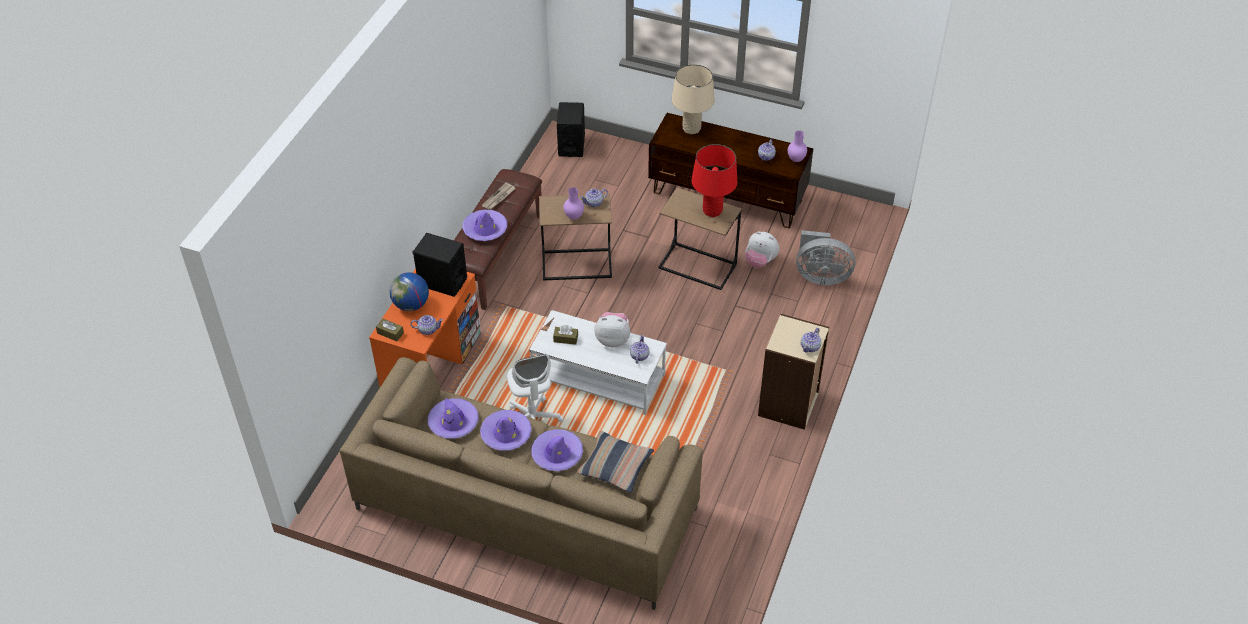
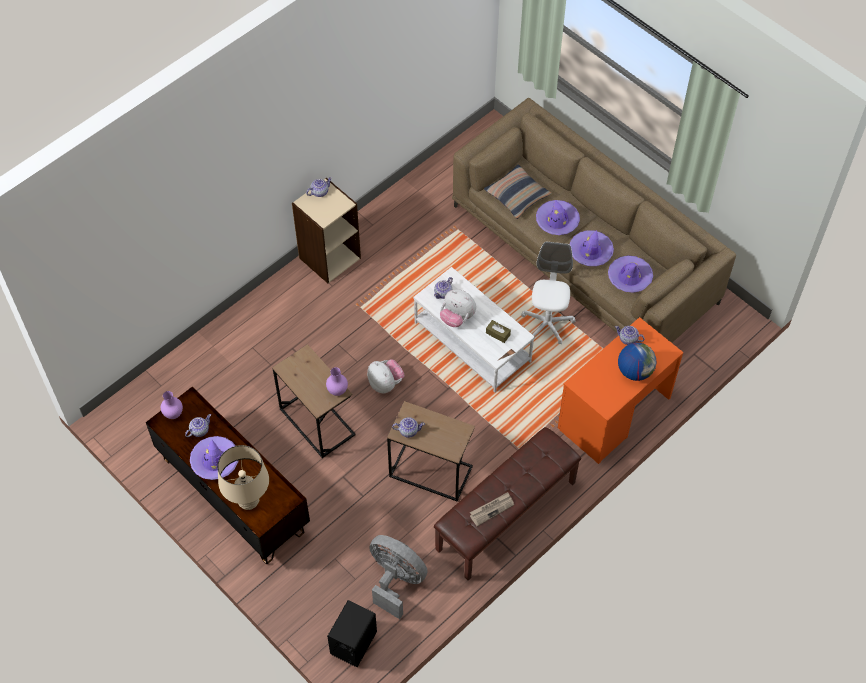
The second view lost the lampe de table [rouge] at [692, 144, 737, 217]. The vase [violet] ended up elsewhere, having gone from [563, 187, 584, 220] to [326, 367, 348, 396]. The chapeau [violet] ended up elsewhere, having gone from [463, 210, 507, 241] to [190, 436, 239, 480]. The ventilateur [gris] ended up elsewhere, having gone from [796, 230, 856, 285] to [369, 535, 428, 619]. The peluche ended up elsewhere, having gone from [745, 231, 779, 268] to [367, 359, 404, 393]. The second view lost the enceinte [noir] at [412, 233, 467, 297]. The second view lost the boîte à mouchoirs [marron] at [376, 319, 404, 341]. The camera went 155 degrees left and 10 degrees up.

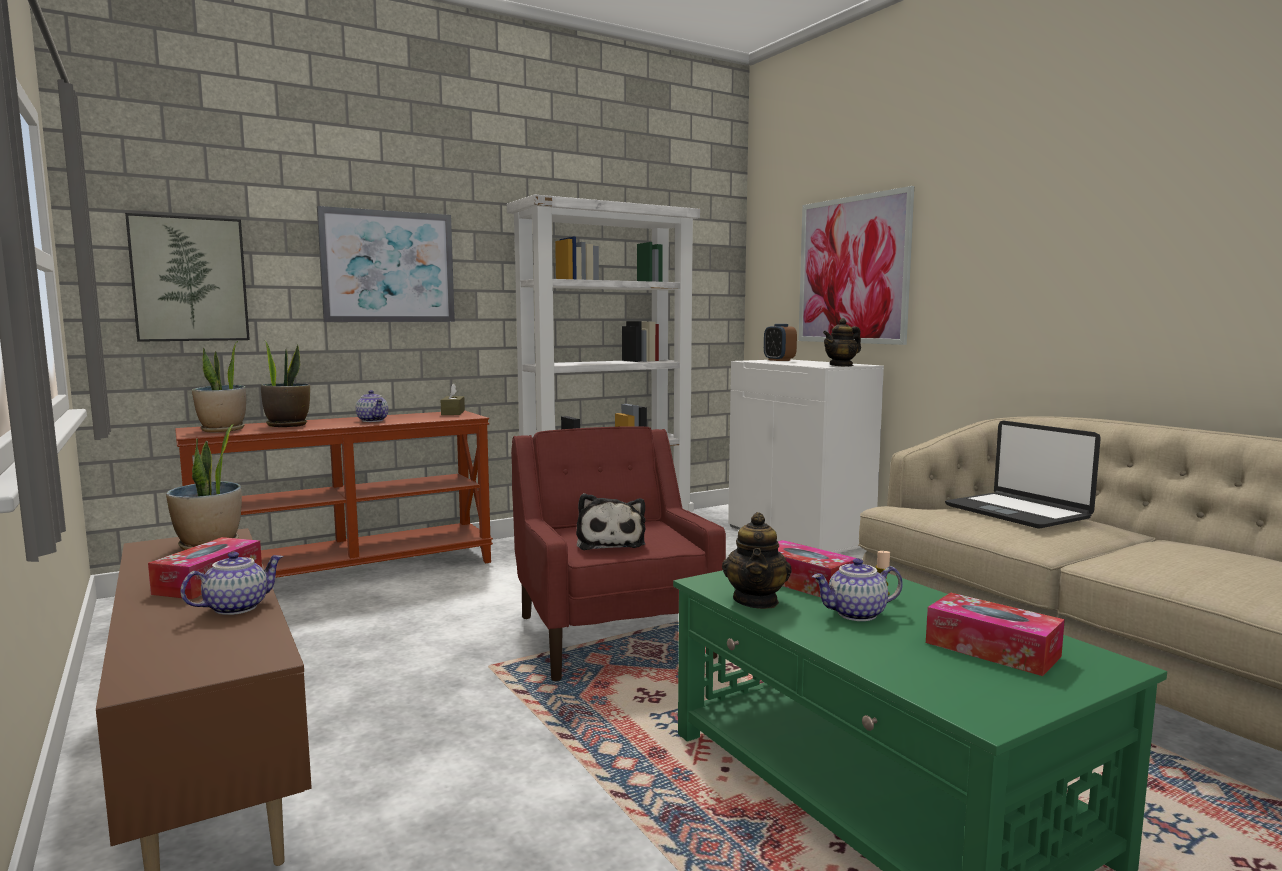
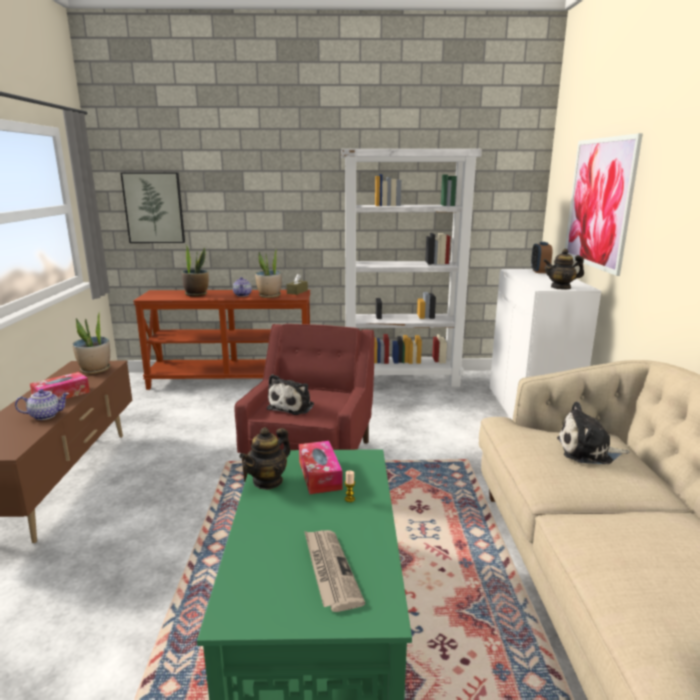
The second view lost the tableau at [317, 206, 455, 322]. The plante en pot ended up elsewhere, having gone from [192, 340, 246, 432] to [255, 247, 282, 298]. Where the ordinateur portable stood at [945, 421, 1101, 529], the peluche came to stand at [557, 402, 629, 464]. The second view lost the théière at [812, 558, 903, 621]. Where the boîte à mouchoirs stood at [926, 592, 1065, 676], the journal came to stand at [304, 530, 365, 612]. The camera went 30 degrees right and 10 degrees up.

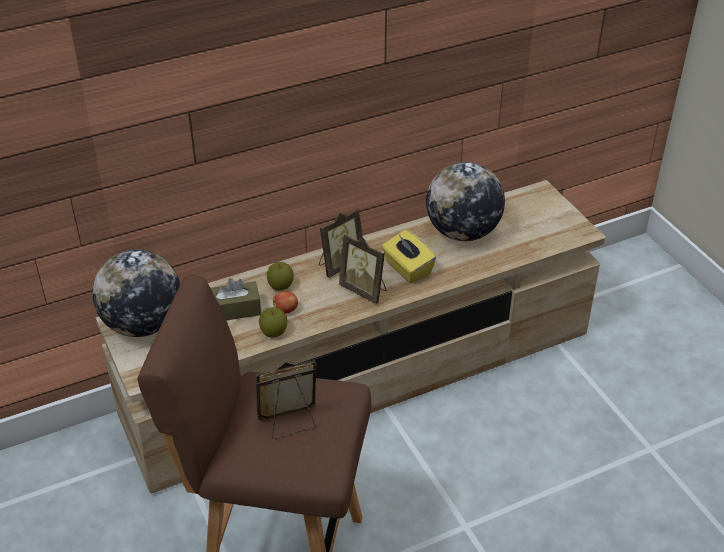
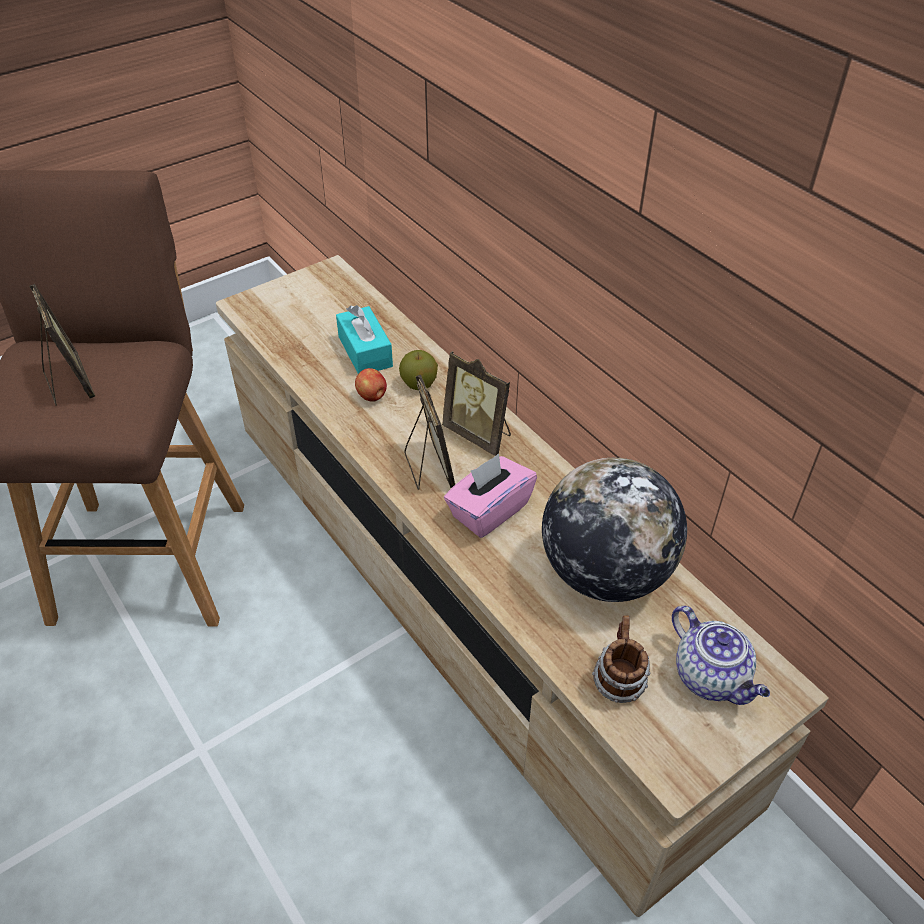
What was the boîte à mouchoirs [jaune] at [382, 230, 436, 283] turned into the boîte à mouchoirs [rose] at [444, 454, 537, 538]. The cadre photo at [339, 233, 386, 304] ended up facing another way, 135 degrees clockwise from before. The second view lost the globe at [92, 249, 180, 337]. What was the boîte à mouchoirs [marron] at [211, 278, 261, 320] turned into the boîte à mouchoirs [turquoise] at [336, 305, 393, 374]. The second view lost the pomme at [259, 308, 287, 337]. The second view gained the théière at [672, 606, 770, 705]. The second view gained the mug at [592, 615, 650, 703]. The camera went 80 degrees right and 5 degrees up.

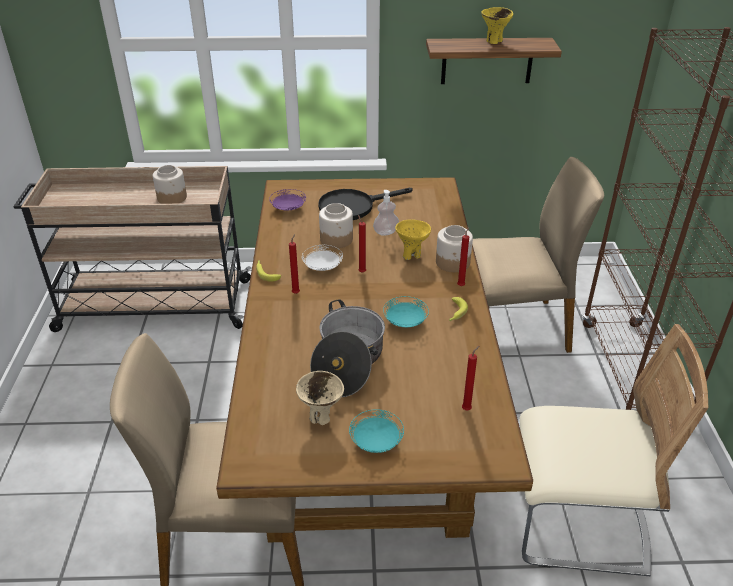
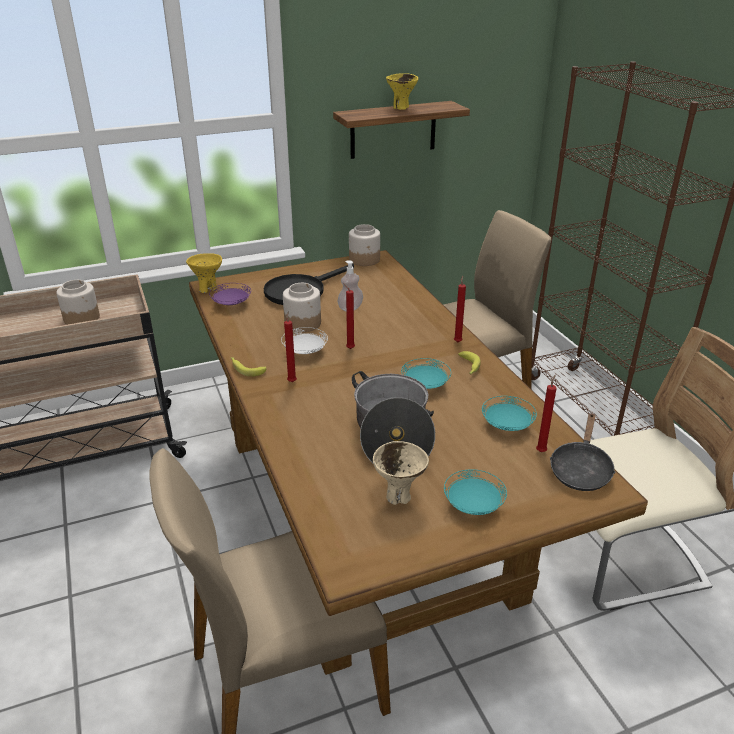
The bol [jaune] ended up elsewhere, having gone from [395, 219, 431, 260] to [186, 253, 222, 293]. The bocal ended up elsewhere, having gone from [436, 225, 473, 272] to [349, 224, 380, 266]. The second view gained the assiette [turquoise] at [482, 396, 537, 431]. The second view gained the poêle [noir] at [550, 413, 615, 491]. The camera went 20 degrees left and 5 degrees down.

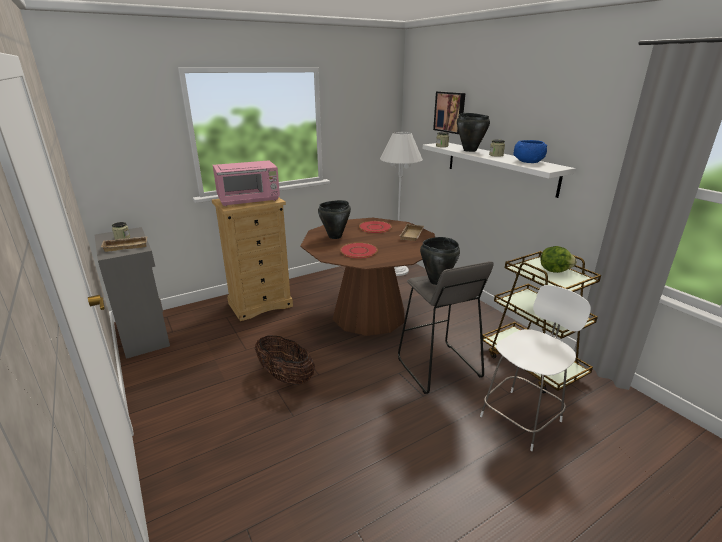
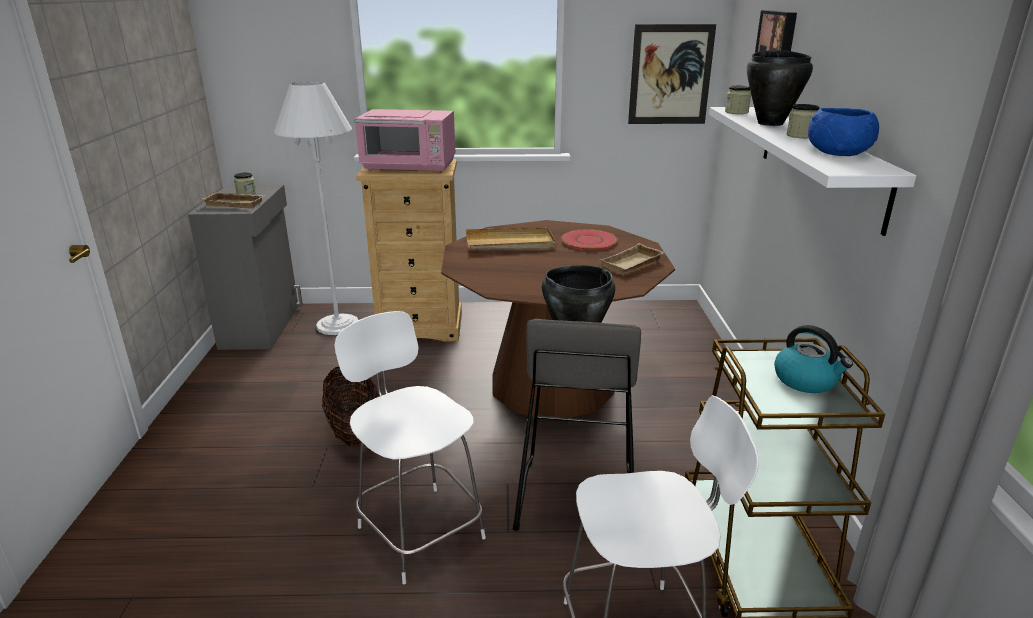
The lampadaire [blanc] ended up elsewhere, having gone from [380, 132, 423, 276] to [274, 81, 358, 335]. Where the marmite [noir] stood at [318, 200, 351, 239], the plateau [beige] came to stand at [466, 228, 556, 249]. The second view lost the assiette [rouge] at [340, 243, 378, 258]. Where the laitue stood at [540, 246, 577, 273], the bouilloire came to stand at [774, 325, 853, 393]. The second view gained the tableau at [628, 24, 716, 124]. The second view gained the chaise [blanc] at [335, 311, 486, 584]. The camera went 30 degrees right and 0 degrees up.

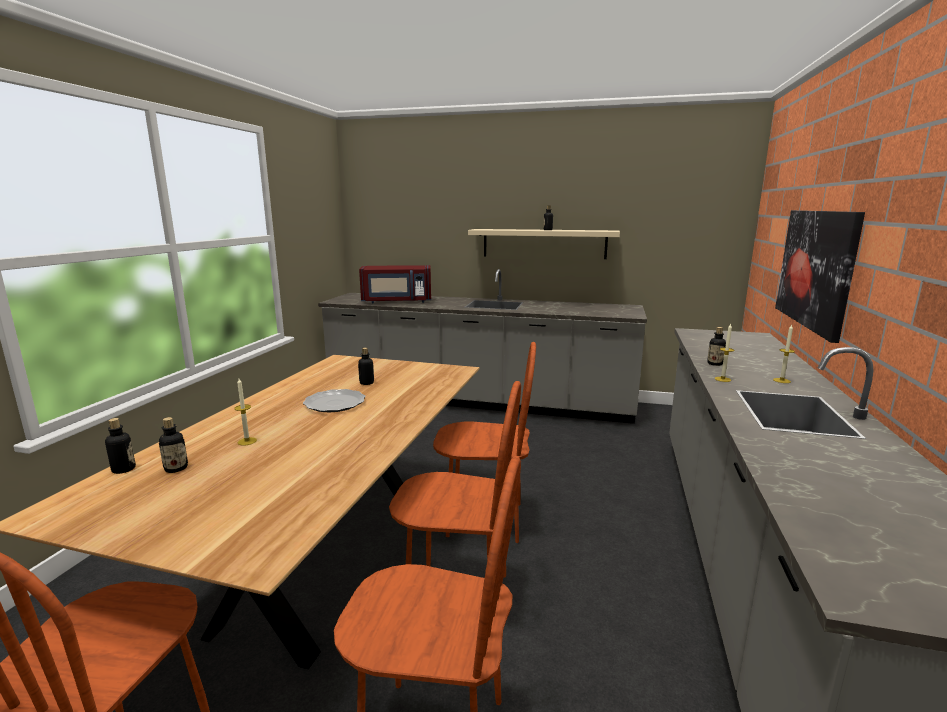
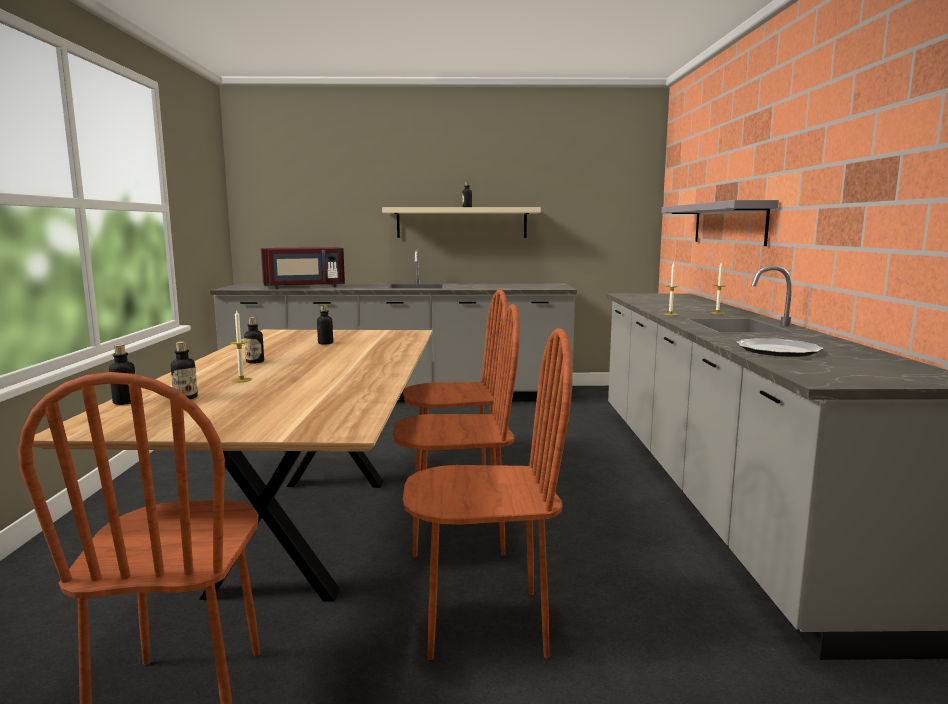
Where the tableau hung at [775, 210, 865, 343], the étagère [gris] came to hang at [661, 200, 779, 246]. The bouteille ended up elsewhere, having gone from [707, 327, 726, 366] to [244, 317, 264, 363]. The assiette ended up elsewhere, having gone from [303, 389, 366, 412] to [736, 338, 823, 357]. The camera went 15 degrees left and 5 degrees down.

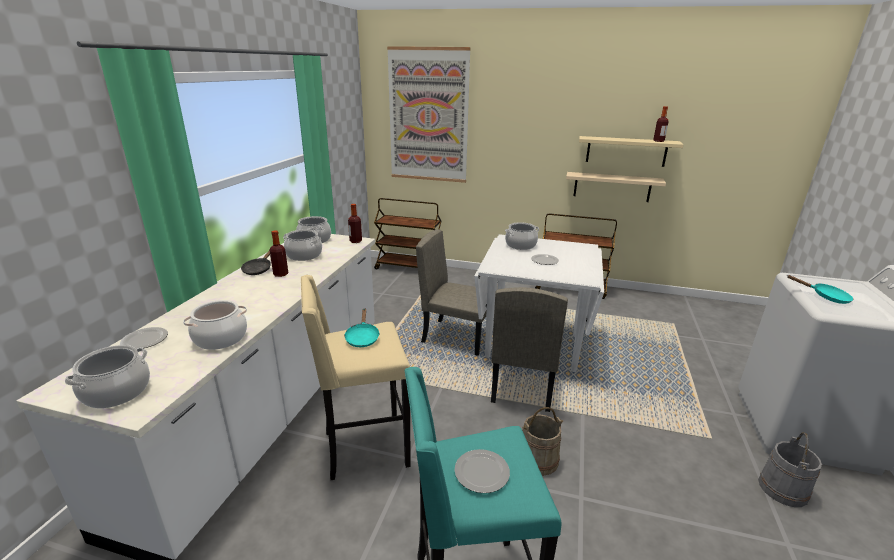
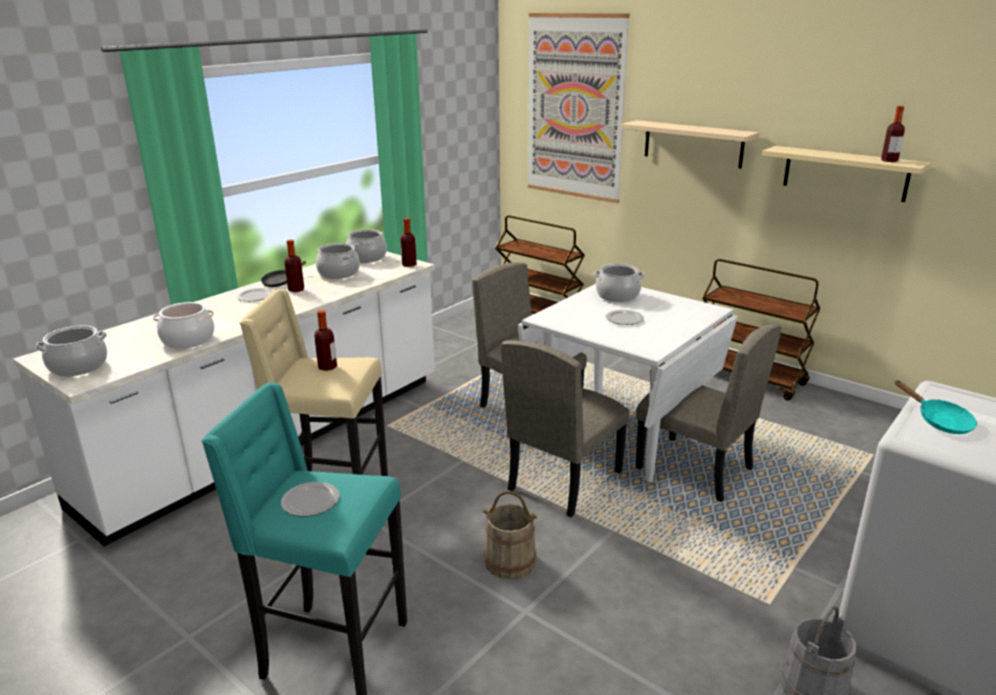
The étagère [beige] ended up elsewhere, having gone from [566, 172, 666, 202] to [621, 120, 759, 168]. Where the poêle [turquoise] stood at [344, 308, 380, 347], the bouteille came to stand at [314, 310, 337, 371]. The assiette ended up elsewhere, having gone from [120, 327, 168, 349] to [236, 288, 273, 301]. The second view gained the chaise [beige] at [636, 324, 782, 502]. The camera went 25 degrees right and 0 degrees up.

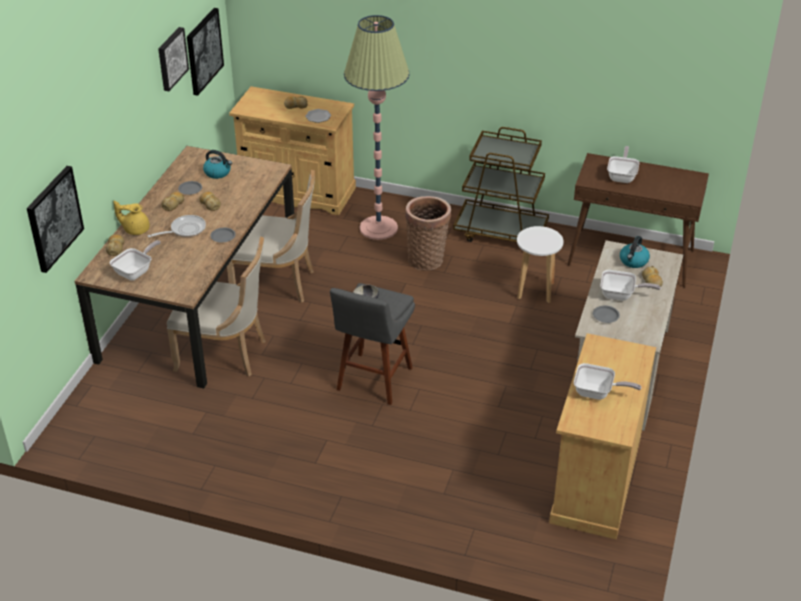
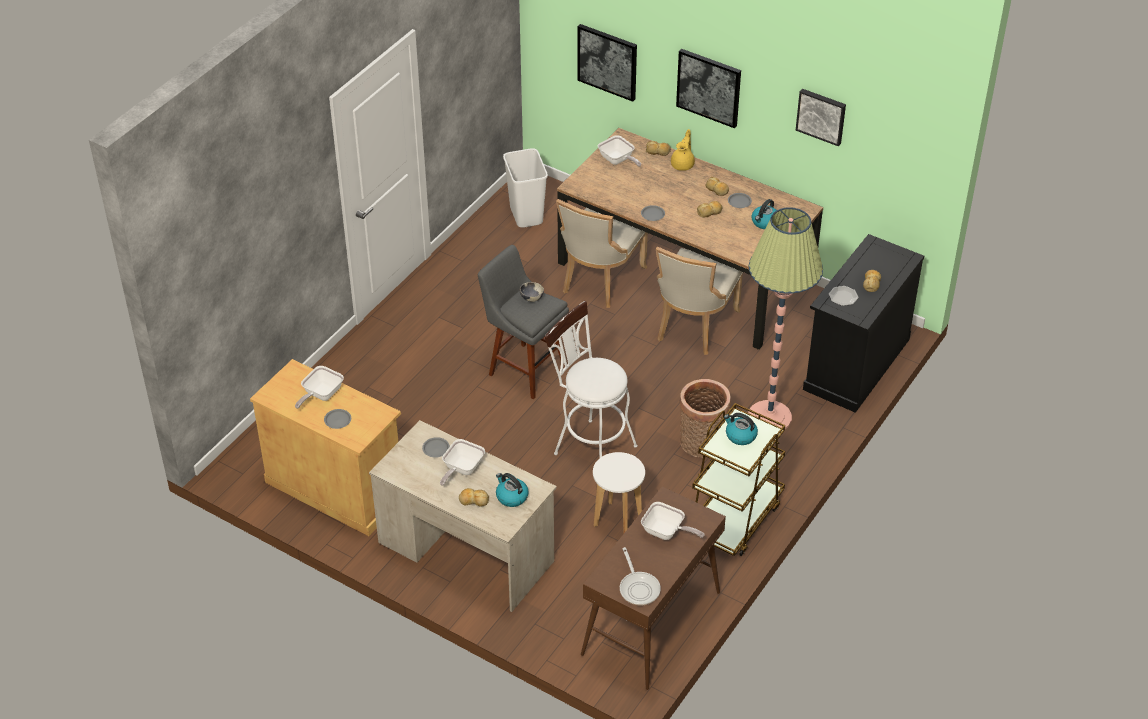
The tableau ended up elsewhere, having gone from [187, 8, 224, 96] to [676, 49, 741, 128]. What was the meuble de rangement [beige] at [229, 86, 356, 215] turned into the meuble de rangement [noir] at [803, 234, 924, 413]. The poêle ended up elsewhere, having gone from [147, 215, 206, 237] to [620, 547, 661, 605]. The second view gained the poubelle [blanc] at [503, 148, 548, 228]. The second view gained the tabouret [blanc] at [544, 301, 637, 458]. The second view gained the assiette [gris] at [324, 409, 351, 429]. The second view gained the bouilloire at [724, 413, 758, 445]. The camera went 105 degrees right and 5 degrees up.

